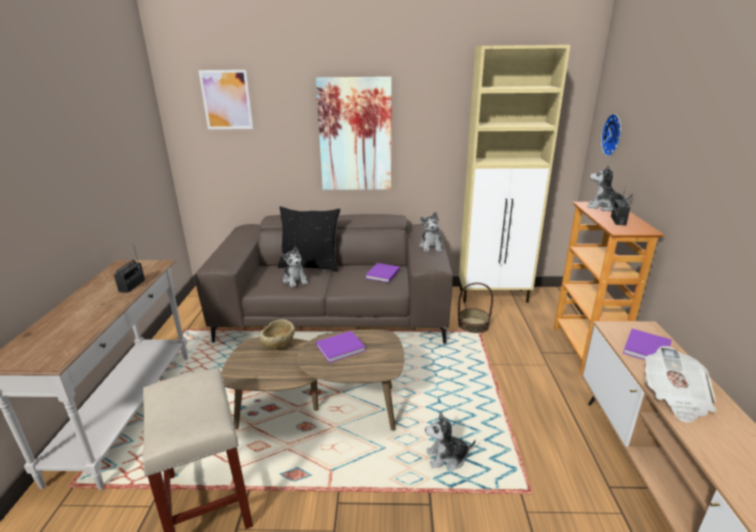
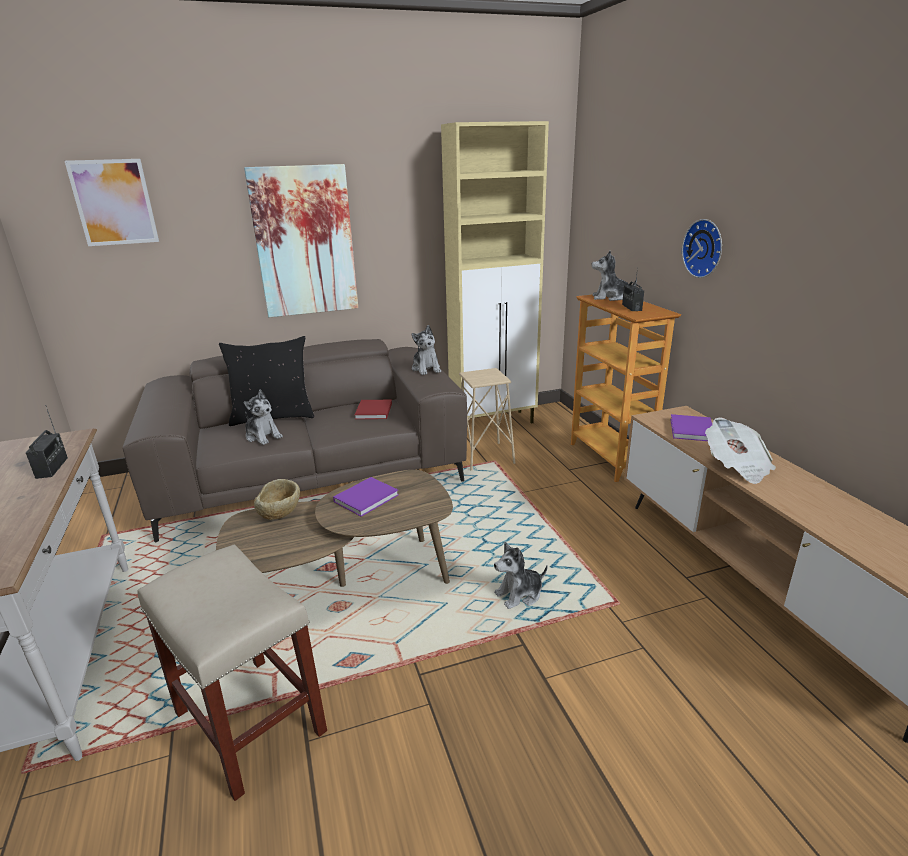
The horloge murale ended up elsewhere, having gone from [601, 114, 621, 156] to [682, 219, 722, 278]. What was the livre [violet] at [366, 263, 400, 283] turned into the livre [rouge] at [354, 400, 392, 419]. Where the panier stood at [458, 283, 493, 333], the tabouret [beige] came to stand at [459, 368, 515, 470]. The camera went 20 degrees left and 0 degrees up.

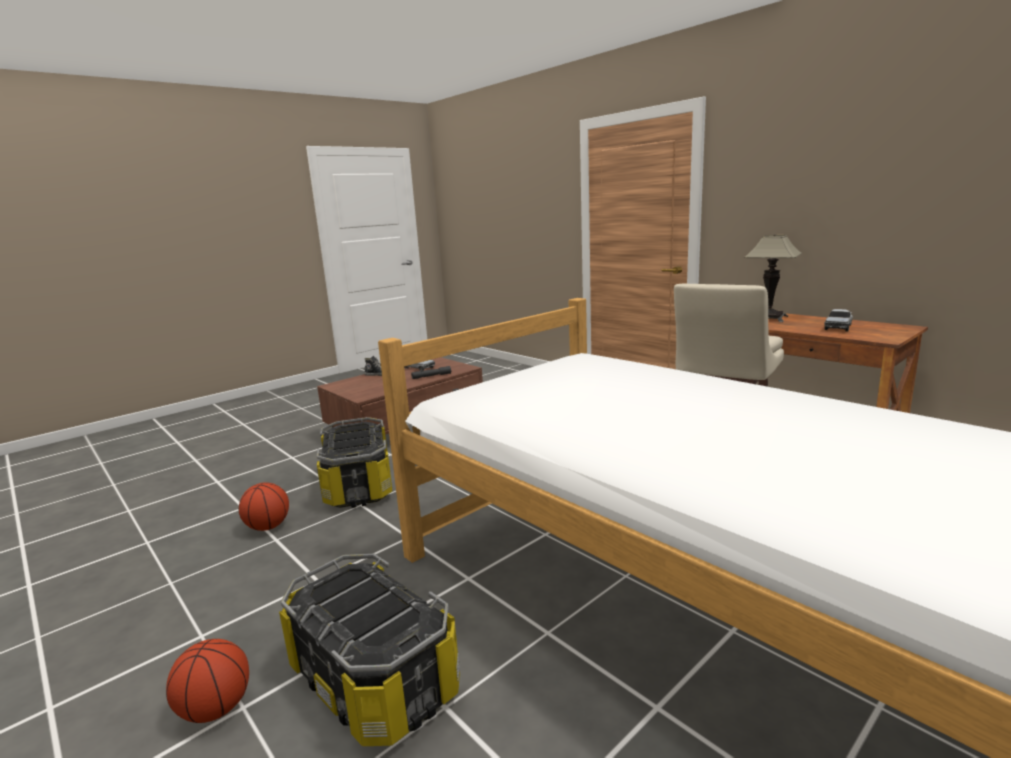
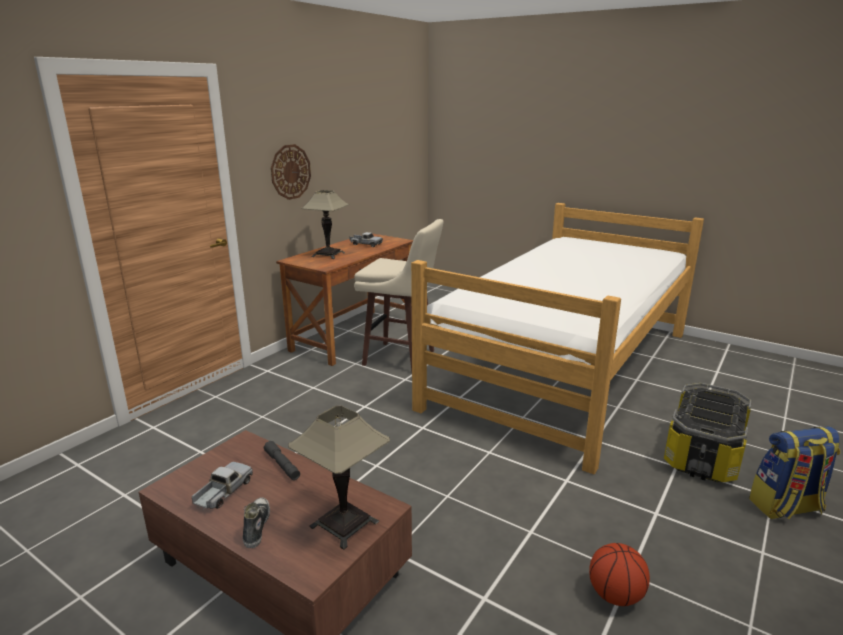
The second view lost the boîte de rangement at [317, 417, 392, 508]. Where the ballon de basket stood at [166, 639, 249, 723], the sac à dos came to stand at [749, 427, 840, 519]. The second view gained the horloge murale at [271, 144, 311, 200]. The second view gained the lampe de table at [288, 406, 390, 550]. The camera went 105 degrees left and 5 degrees up.

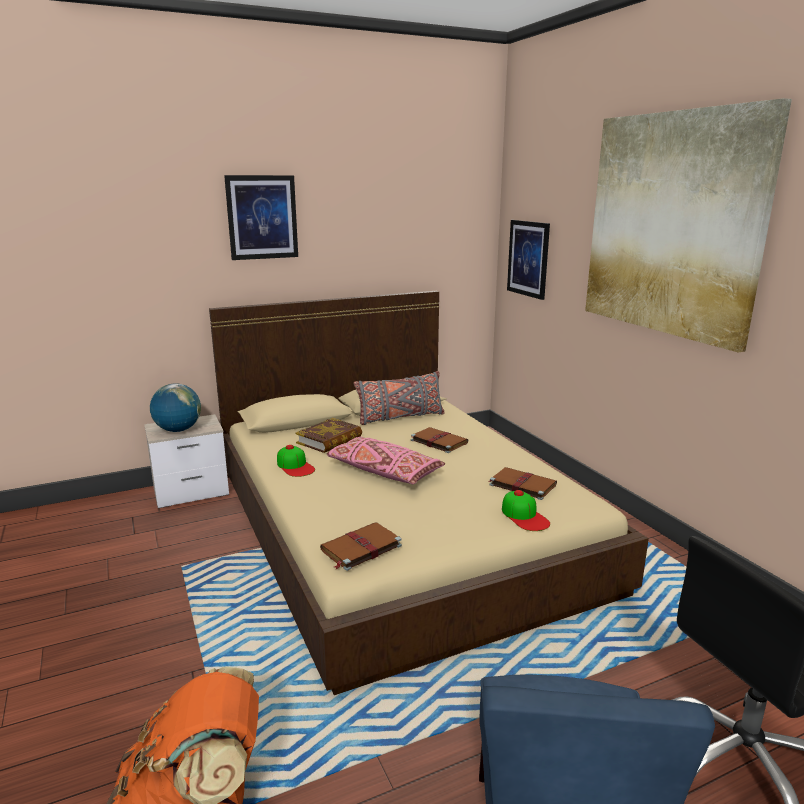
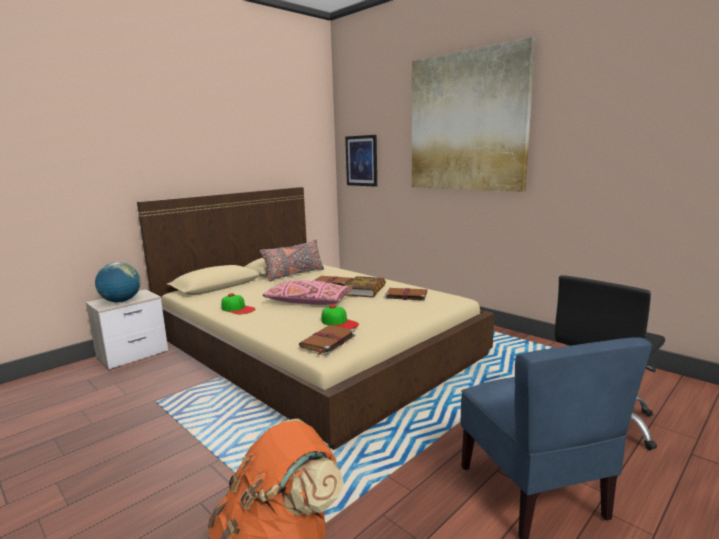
The second view lost the tableau at [224, 175, 298, 260]. The livre ended up elsewhere, having gone from [295, 418, 362, 453] to [345, 276, 386, 298]. The casquette ended up elsewhere, having gone from [502, 490, 550, 531] to [321, 305, 359, 329]. The camera went 20 degrees left and 5 degrees down.

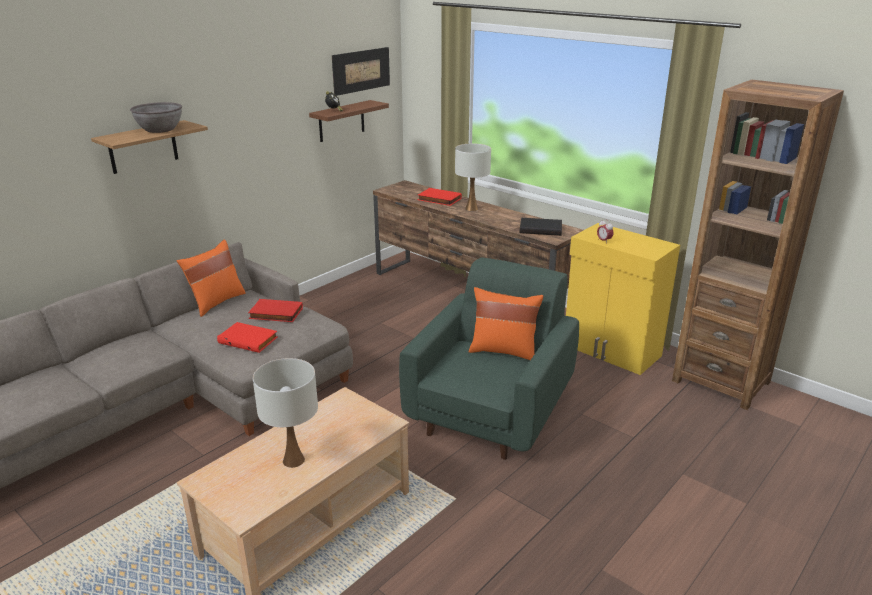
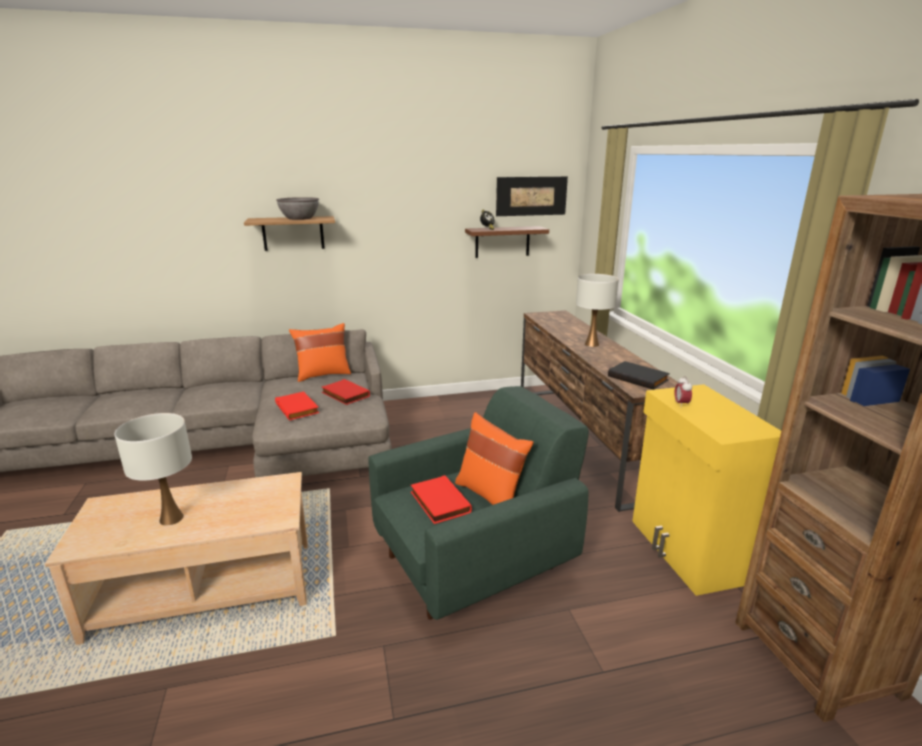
The livre [rouge] ended up elsewhere, having gone from [418, 188, 462, 206] to [411, 475, 472, 524]. The camera went 35 degrees right and 5 degrees down.

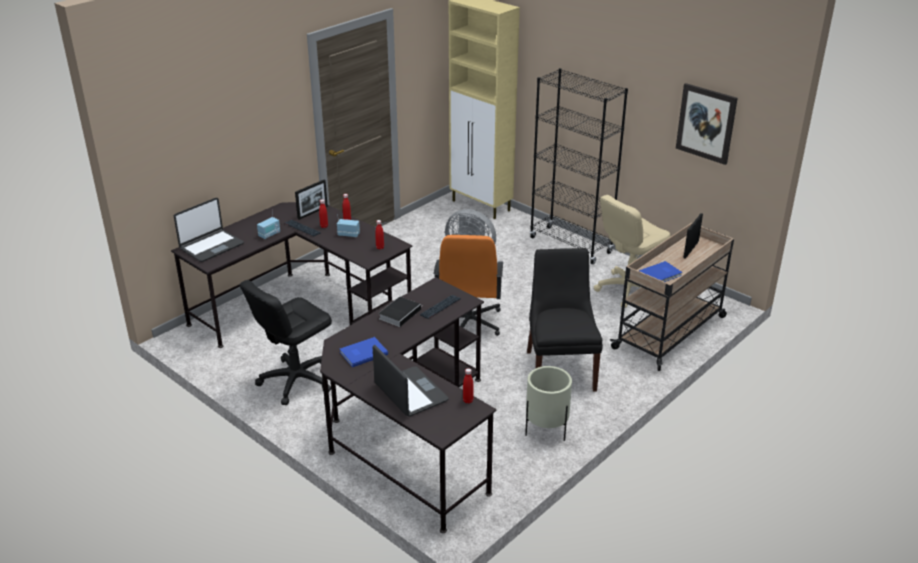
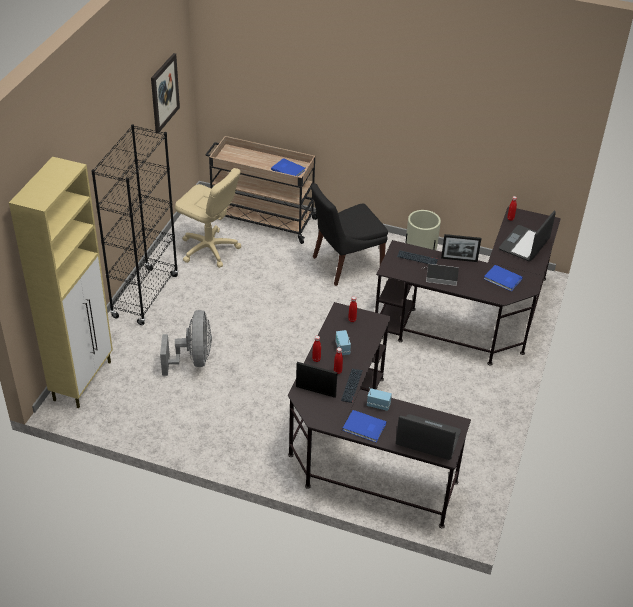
The cadre photo ended up elsewhere, having gone from [684, 213, 703, 259] to [441, 234, 481, 262]. The second view lost the chaise de bureau [orange] at [434, 235, 503, 336]. The second view lost the chaise de bureau [noir] at [240, 280, 332, 405]. The second view gained the livre [bleu] at [342, 410, 386, 442]. The camera went 115 degrees left and 10 degrees up.

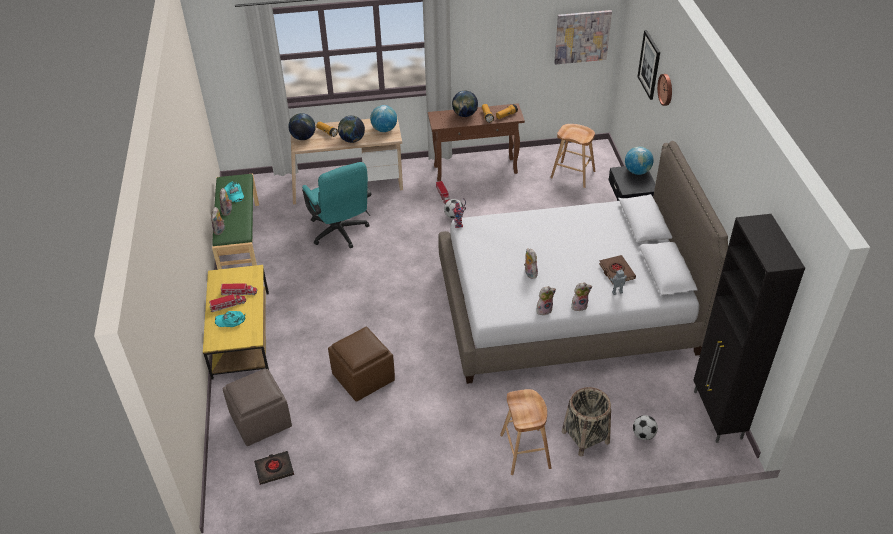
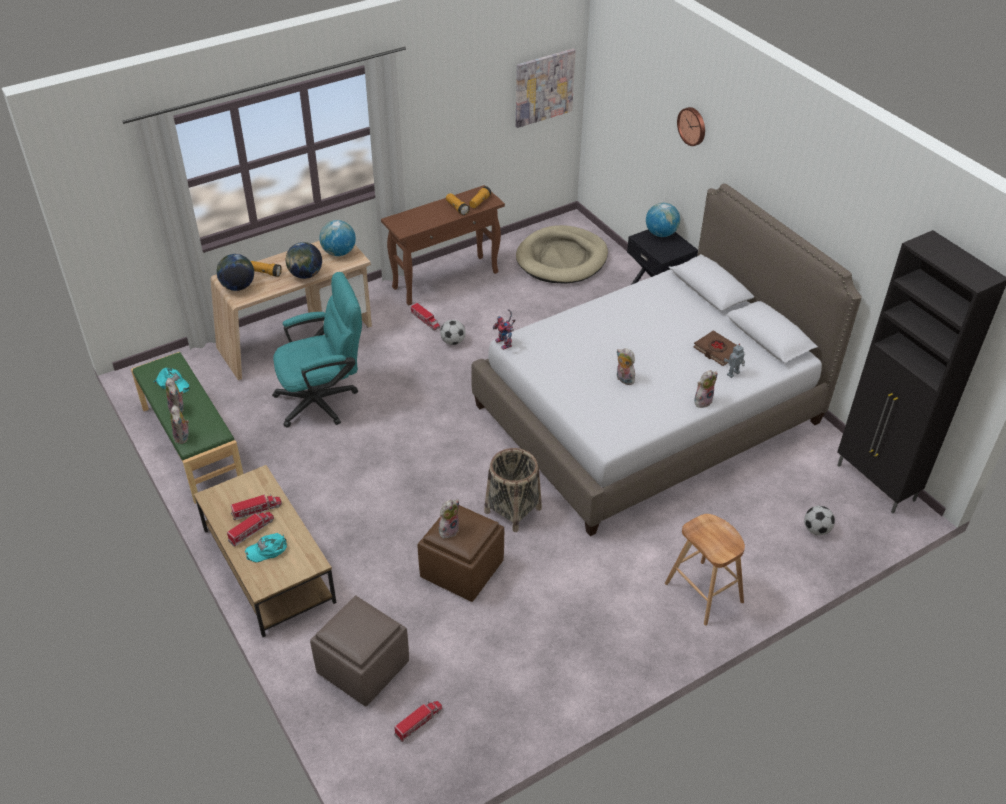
The second view lost the tableau at [638, 30, 660, 100]. The second view lost the globe at [452, 91, 478, 117]. Where the tabouret [marron] stood at [550, 124, 595, 188], the panier pour chien [beige] came to stand at [516, 225, 608, 284]. The chaise de bureau [turquoise] at [302, 162, 371, 248] ended up facing another way, 60 degrees counterclockwise from before. What was the table basse [jaune] at [203, 265, 269, 379] turned into the table basse [marron] at [194, 465, 337, 637]. The peluche ended up elsewhere, having gone from [536, 286, 556, 315] to [439, 499, 459, 539]. The panier ended up elsewhere, having gone from [562, 387, 611, 457] to [484, 448, 542, 532]. Where the livre [noir] stood at [254, 451, 294, 485], the camion jouet came to stand at [394, 701, 442, 742]. The camera went 25 degrees left and 0 degrees up.

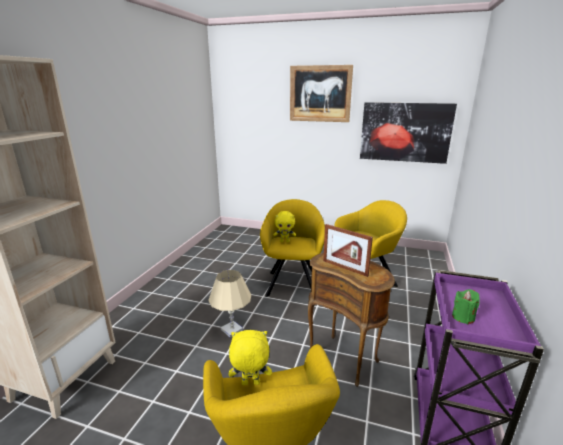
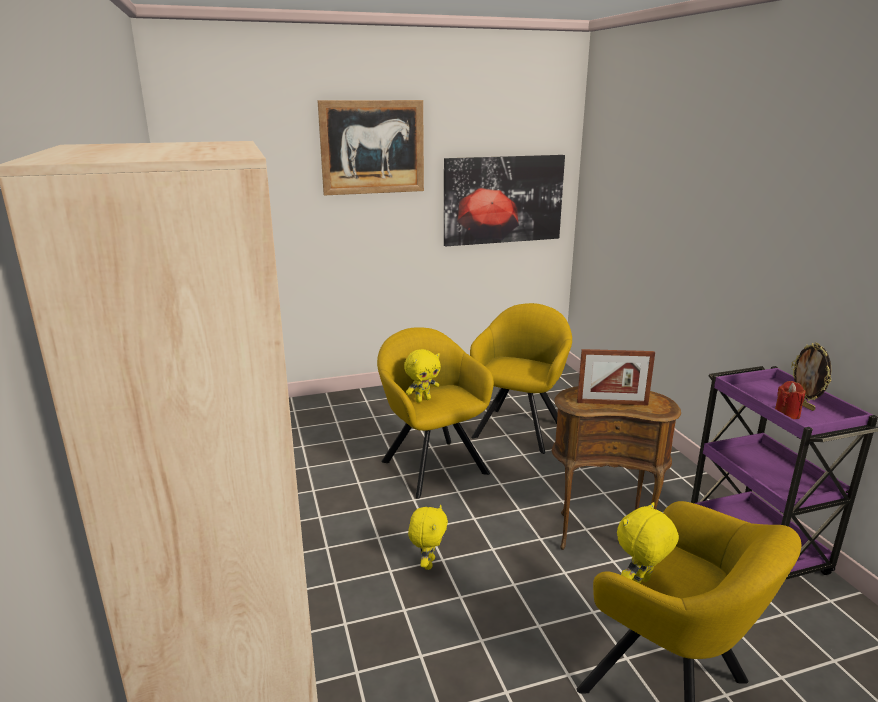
Where the lampe de table [beige] stood at [208, 270, 251, 337], the peluche [jaune] came to stand at [408, 505, 448, 570]. What was the bougie [vert] at [452, 289, 480, 324] turned into the bougie [rouge] at [775, 381, 805, 419]. The second view gained the cadre photo at [791, 342, 832, 411]. The camera went 35 degrees left and 0 degrees up.

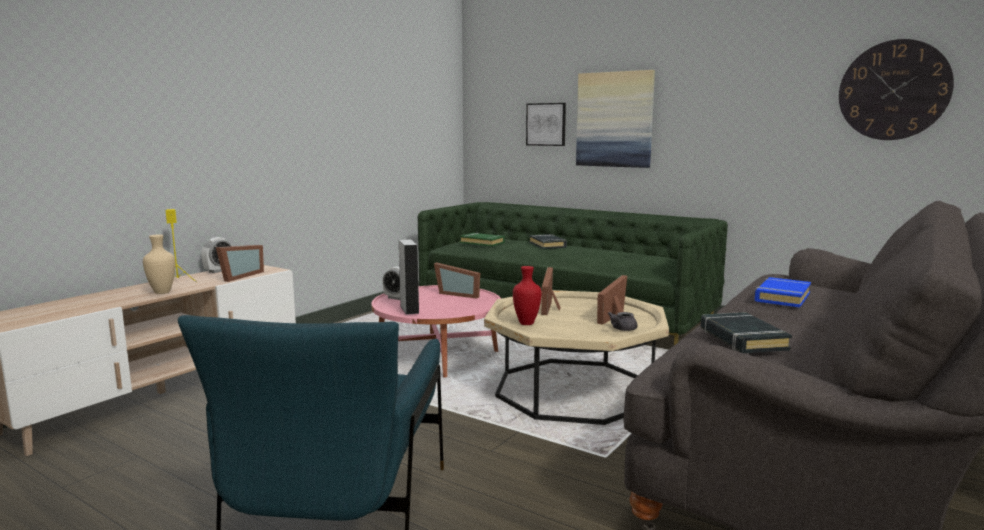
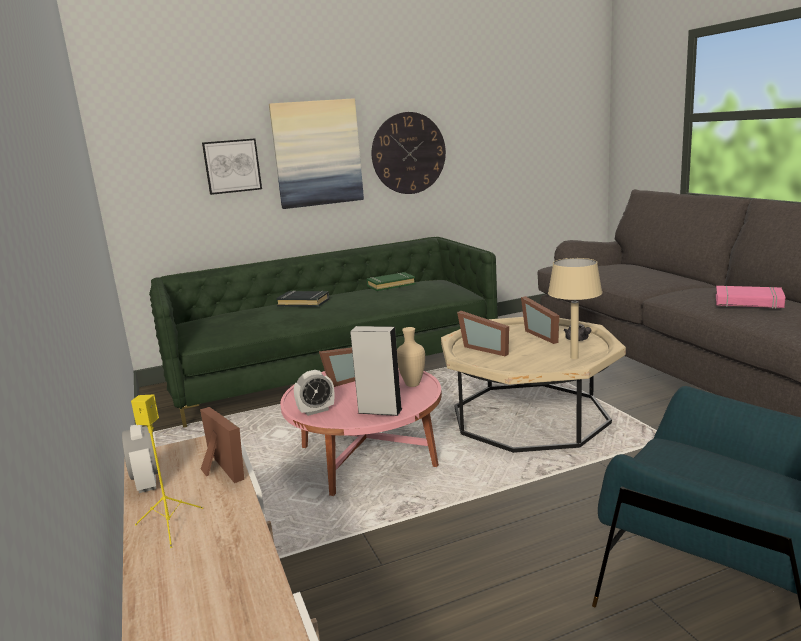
The horloge murale ended up elsewhere, having gone from [839, 39, 954, 140] to [372, 112, 446, 194]. The livre [vert] ended up elsewhere, having gone from [460, 233, 505, 246] to [366, 272, 415, 291]. The vase [beige] ended up elsewhere, having gone from [143, 235, 175, 294] to [397, 327, 425, 387]. The second view lost the vase [rouge] at [513, 266, 541, 325]. The second view lost the livre [bleu] at [755, 277, 811, 307]. What was the livre [noir] at [701, 312, 792, 353] turned into the livre [rose] at [716, 286, 786, 309]. The second view gained the lampe de table [beige] at [548, 258, 602, 359]. The camera went 55 degrees left and 5 degrees up.

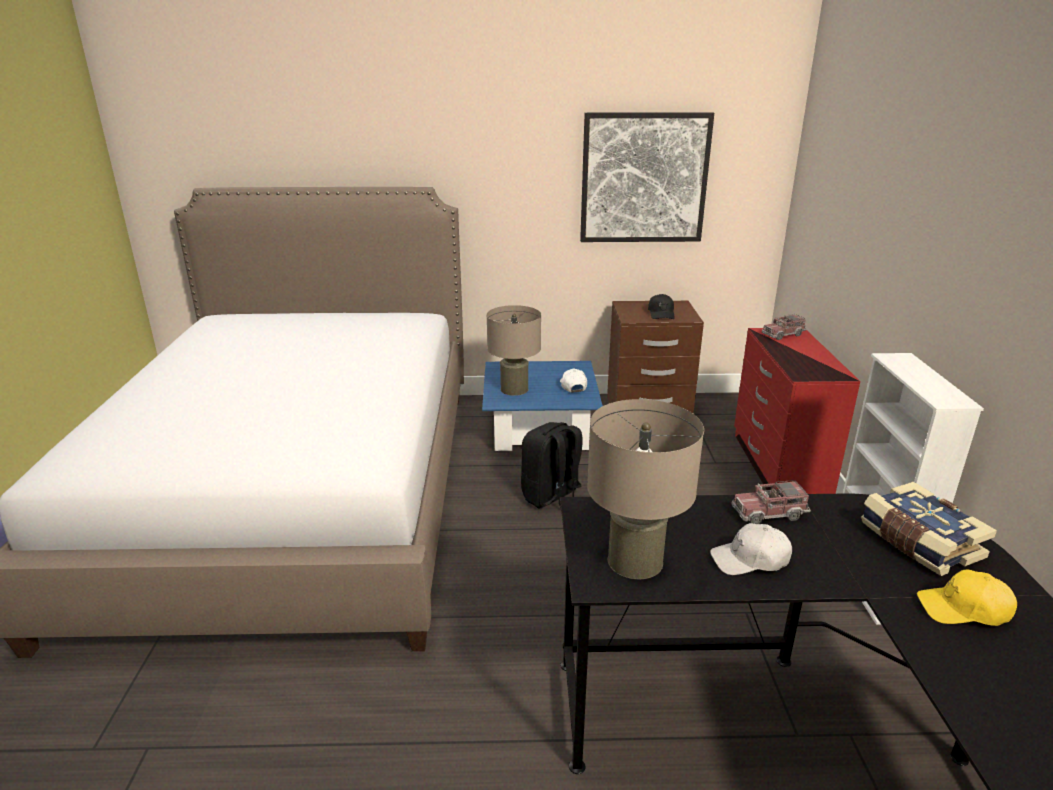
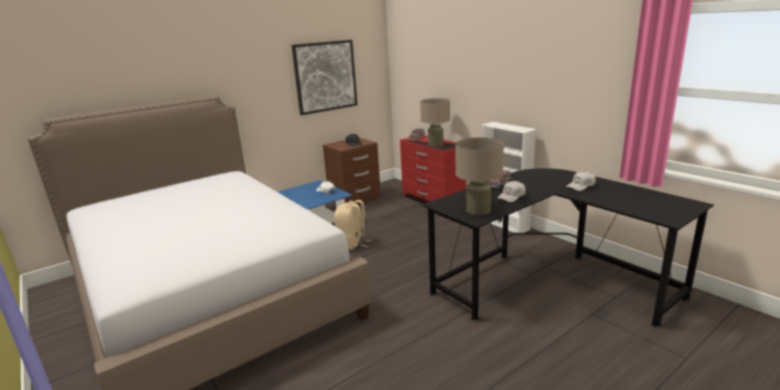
The lampe de table [beige] ended up elsewhere, having gone from [487, 305, 541, 396] to [420, 98, 450, 147]. What was the sac à dos [noir] at [521, 422, 583, 509] turned into the sac à dos [beige] at [334, 200, 370, 250]. The second view lost the livre at [861, 482, 997, 576]. What was the casquette [jaune] at [917, 570, 1017, 626] turned into the casquette [blanc] at [566, 171, 596, 191]. The camera went 35 degrees left and 5 degrees down.

